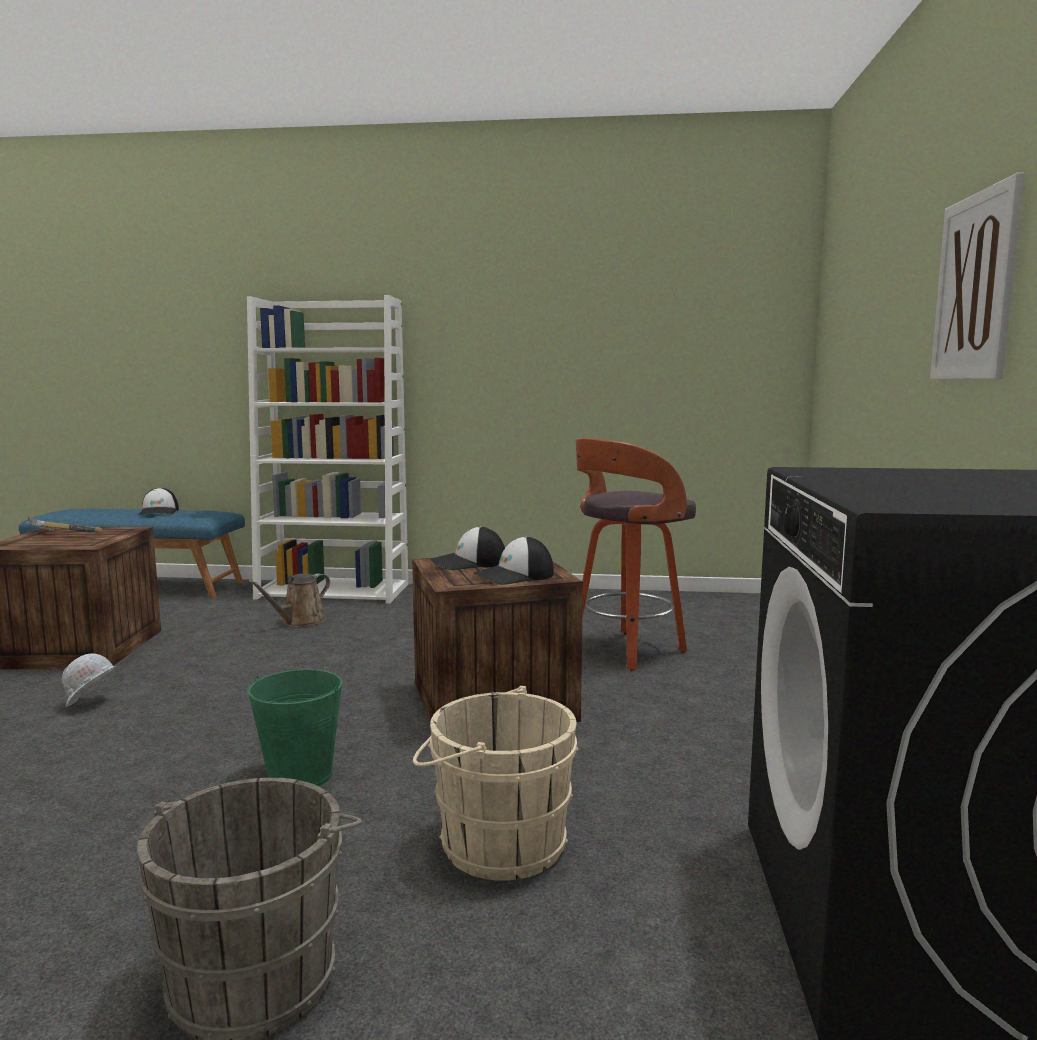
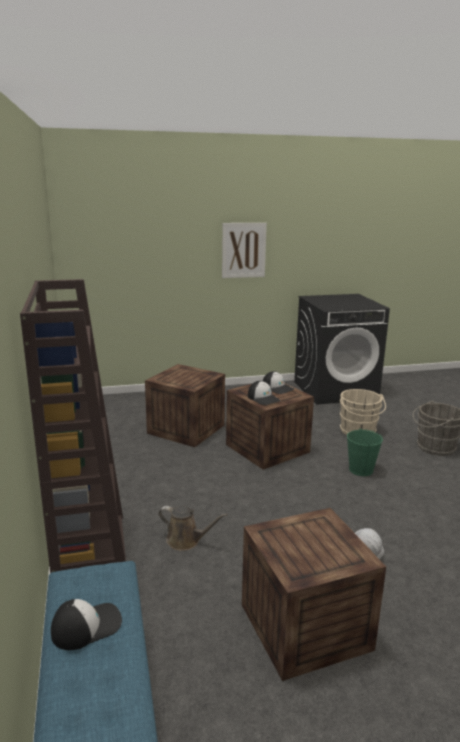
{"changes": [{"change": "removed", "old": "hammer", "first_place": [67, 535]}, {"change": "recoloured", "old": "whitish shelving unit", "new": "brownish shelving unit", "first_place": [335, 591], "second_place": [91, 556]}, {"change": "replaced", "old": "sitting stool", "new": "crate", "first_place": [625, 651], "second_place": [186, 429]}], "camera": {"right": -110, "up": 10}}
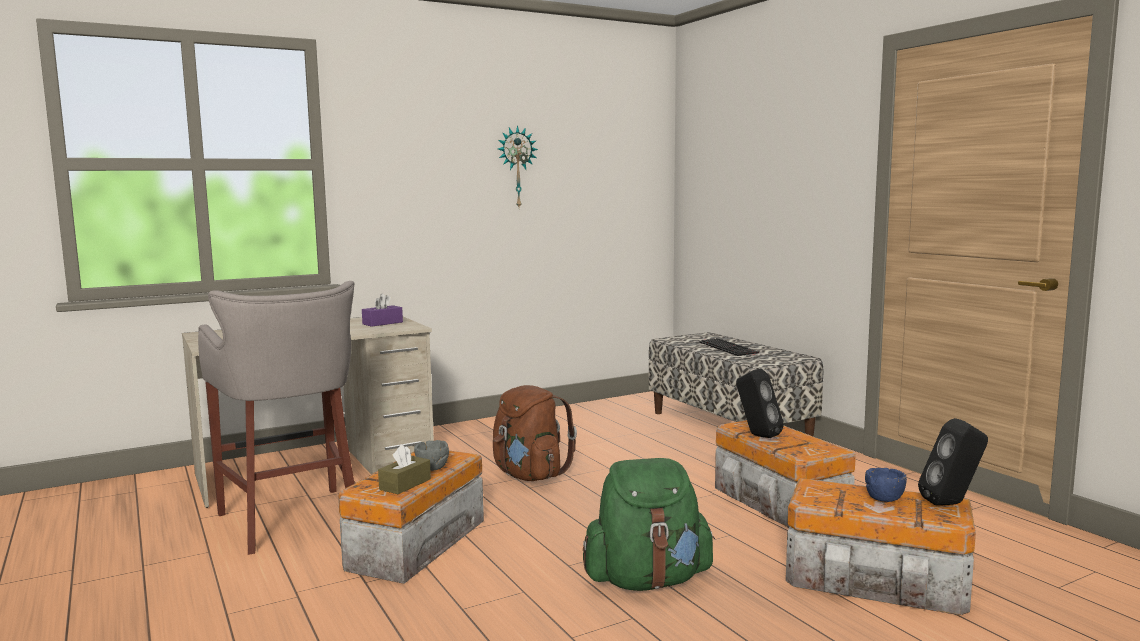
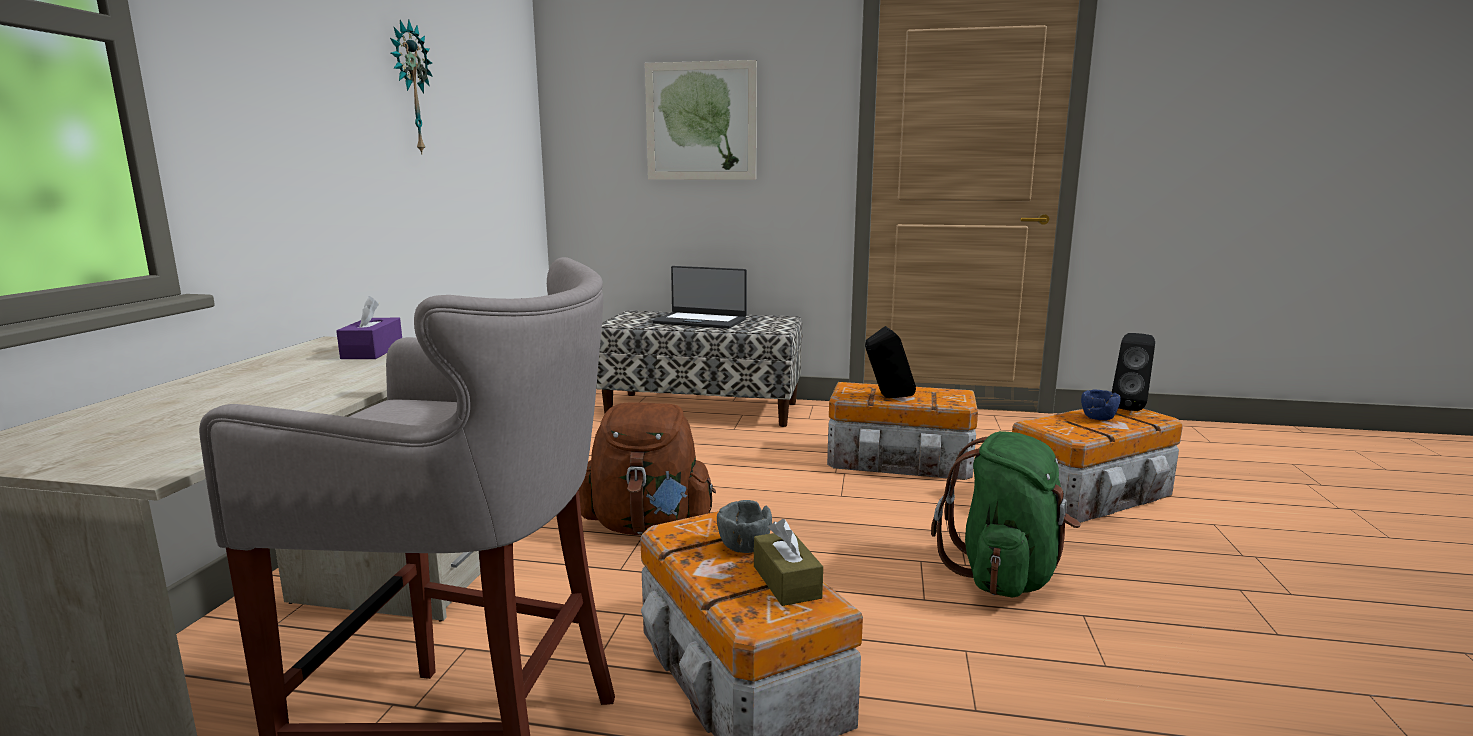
{"changes": [{"change": "replaced", "old": "keyboard", "new": "laptop", "first_place": [729, 348], "second_place": [700, 321]}, {"change": "added", "new": "wall art", "second_place": [701, 121]}], "camera": {"right": -50, "up": 5}}
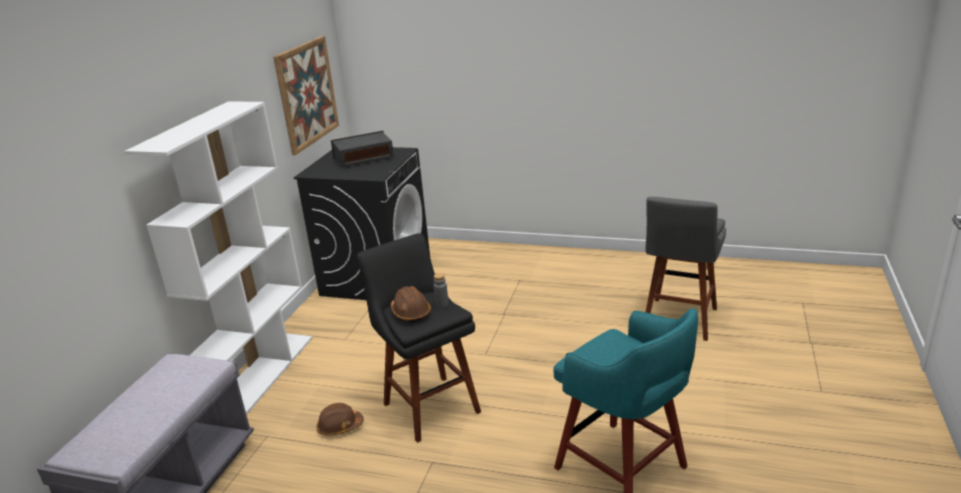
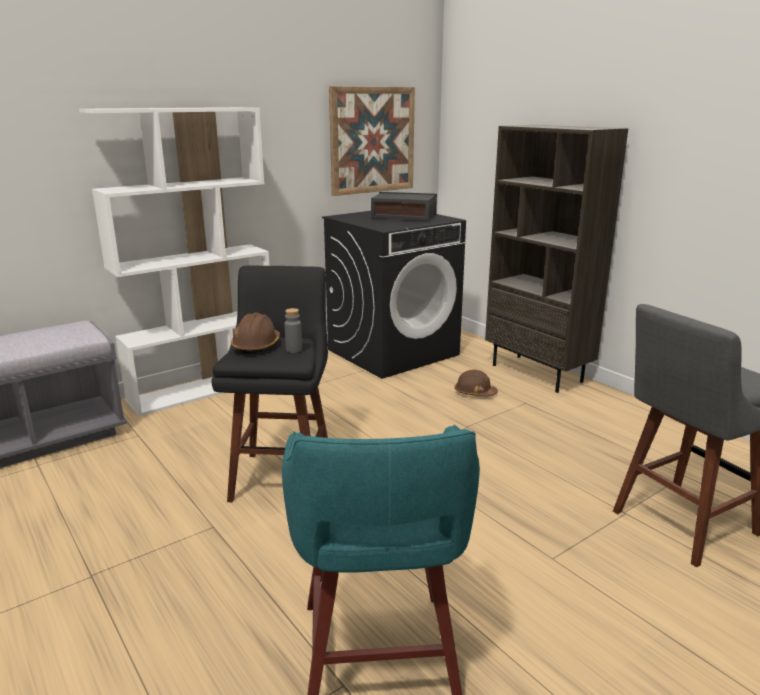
{"changes": [{"change": "moved", "old": "brownish hard hat", "first_place": [340, 427], "second_place": [474, 393]}, {"change": "added", "new": "brownish shelving unit", "second_place": [538, 373]}], "camera": {"right": 35, "up": -5}}
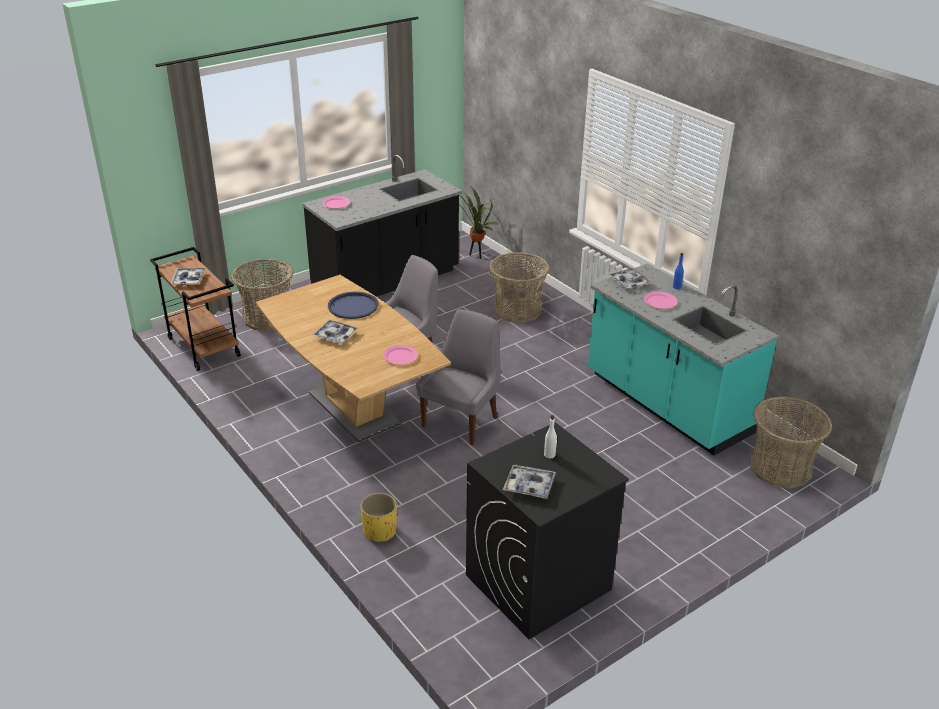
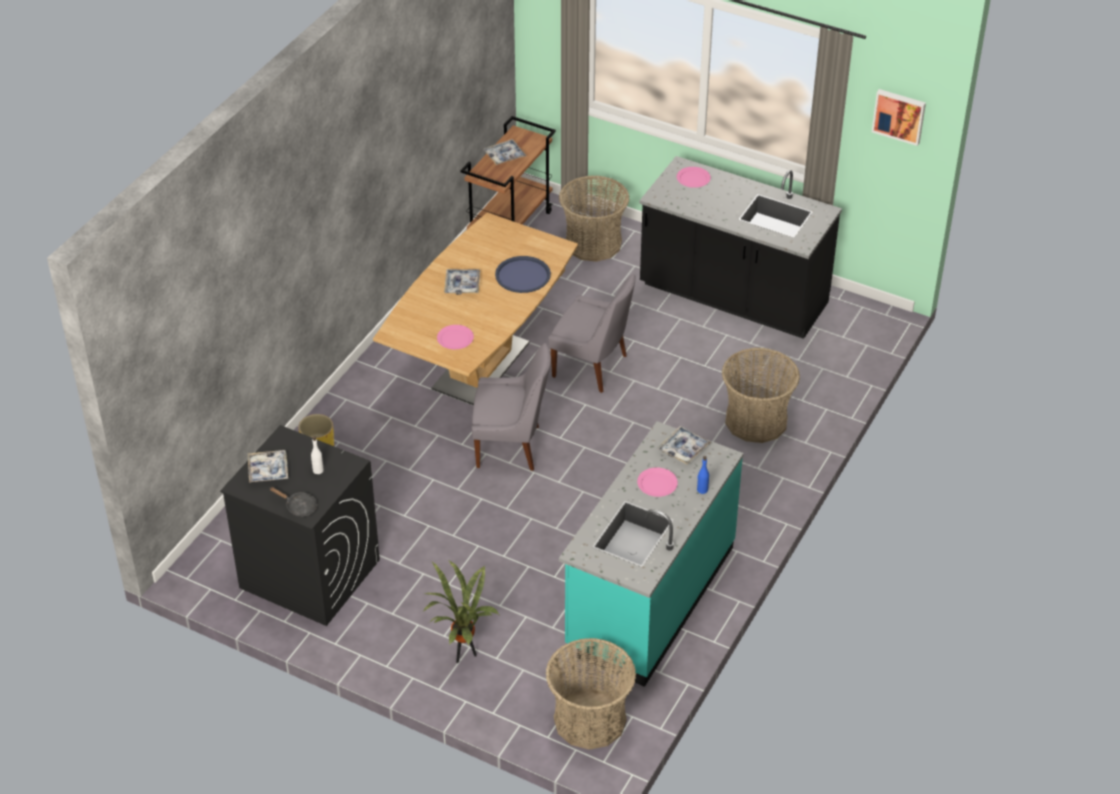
{"changes": [{"change": "moved", "old": "potted plant", "first_place": [477, 256], "second_place": [462, 655]}, {"change": "added", "new": "blackish skillet", "second_place": [298, 507]}, {"change": "added", "new": "wall art", "second_place": [899, 116]}], "camera": {"right": 65, "up": 10}}
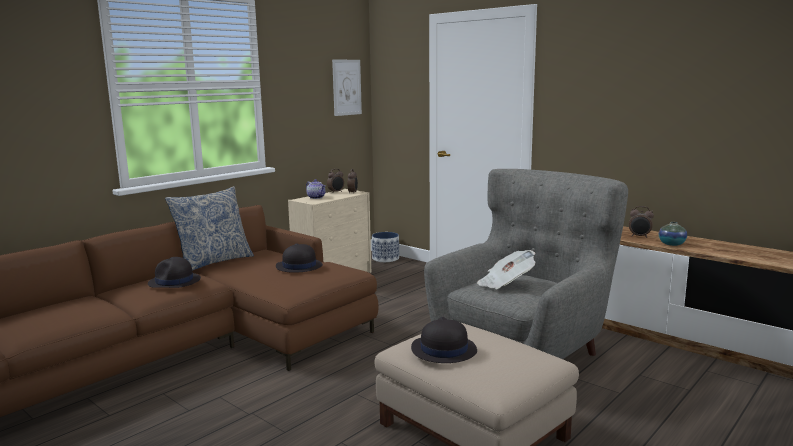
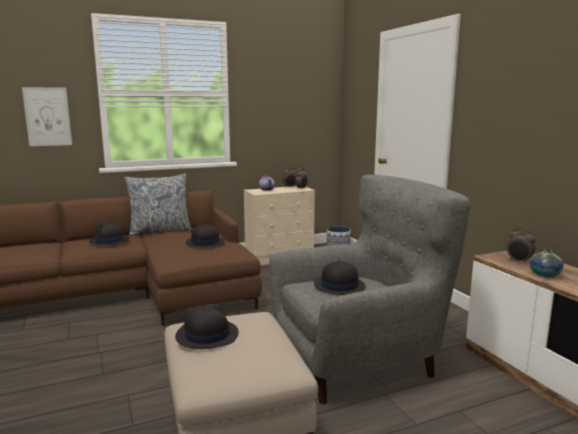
{"changes": [{"change": "moved", "old": "wall art", "first_place": [347, 87], "second_place": [47, 116]}, {"change": "replaced", "old": "printed paper", "new": "blackish hat", "first_place": [505, 284], "second_place": [339, 286]}], "camera": {"right": 25, "up": 0}}
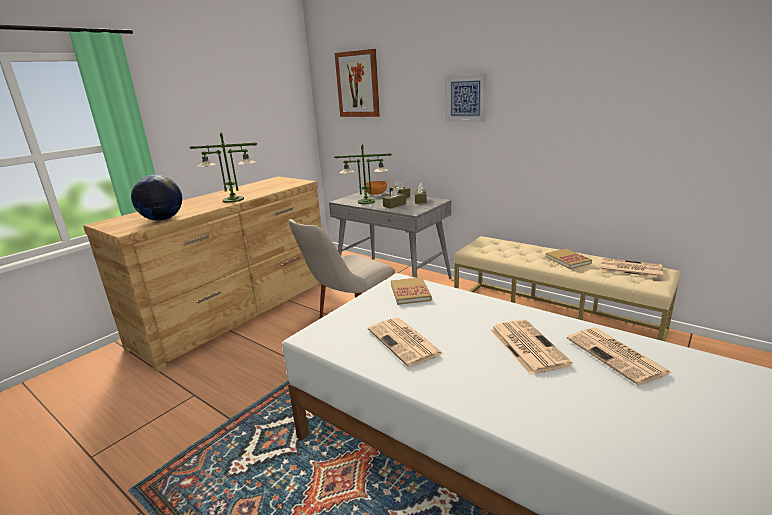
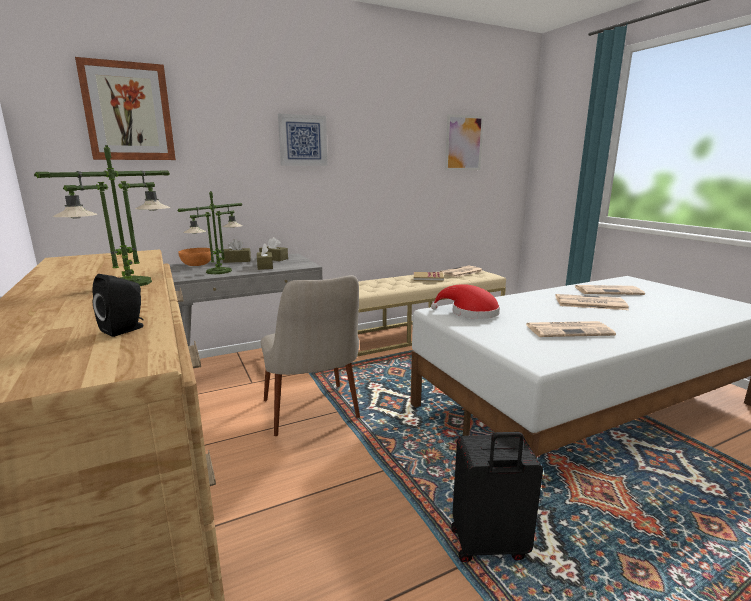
{"changes": [{"change": "replaced", "old": "world globe", "new": "blackish speaker", "first_place": [162, 219], "second_place": [125, 329]}, {"change": "replaced", "old": "book", "new": "reddish hat", "first_place": [410, 292], "second_place": [470, 313]}, {"change": "added", "new": "wall art", "second_place": [464, 143]}, {"change": "added", "new": "blackish suitcase", "second_place": [488, 546]}], "camera": {"right": -65, "up": -5}}
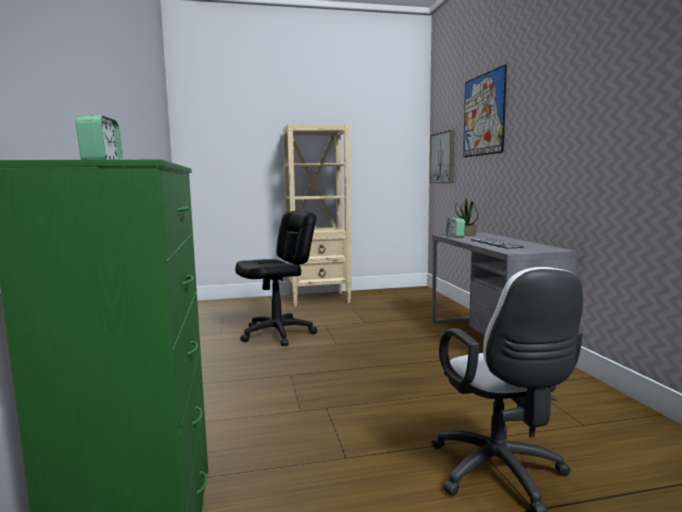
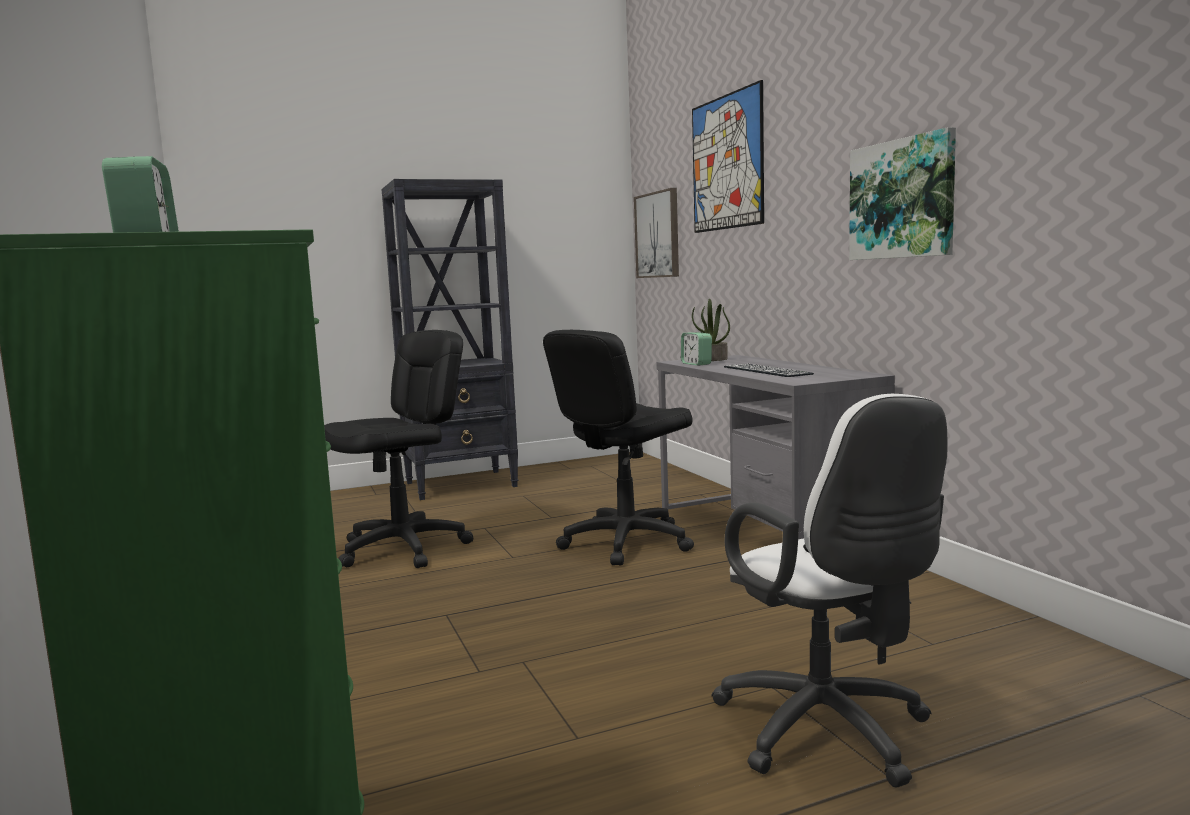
{"changes": [{"change": "recoloured", "old": "beige shelving unit", "new": "blackish shelving unit", "first_place": [319, 299], "second_place": [462, 484]}, {"change": "added", "new": "blackish desk chair", "second_place": [625, 542]}, {"change": "added", "new": "wall art", "second_place": [902, 199]}], "camera": {"right": -10, "up": 0}}
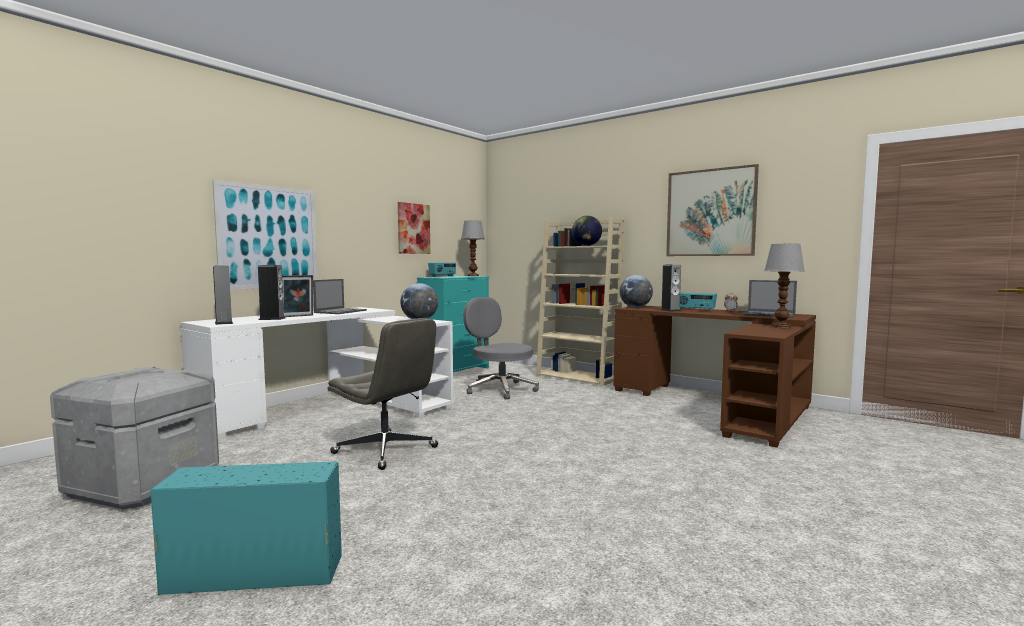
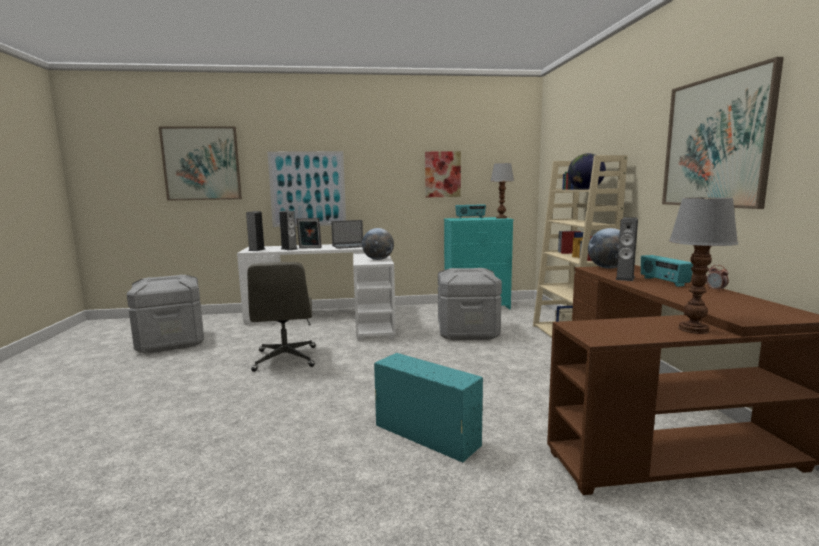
{"changes": [{"change": "moved", "old": "blue-green storage container", "first_place": [252, 574], "second_place": [425, 434]}, {"change": "replaced", "old": "gray desk chair", "new": "gray storage container", "first_place": [500, 389], "second_place": [468, 332]}, {"change": "removed", "old": "laptop", "first_place": [770, 314]}, {"change": "added", "new": "wall art", "second_place": [201, 163]}], "camera": {"right": 45, "up": 5}}
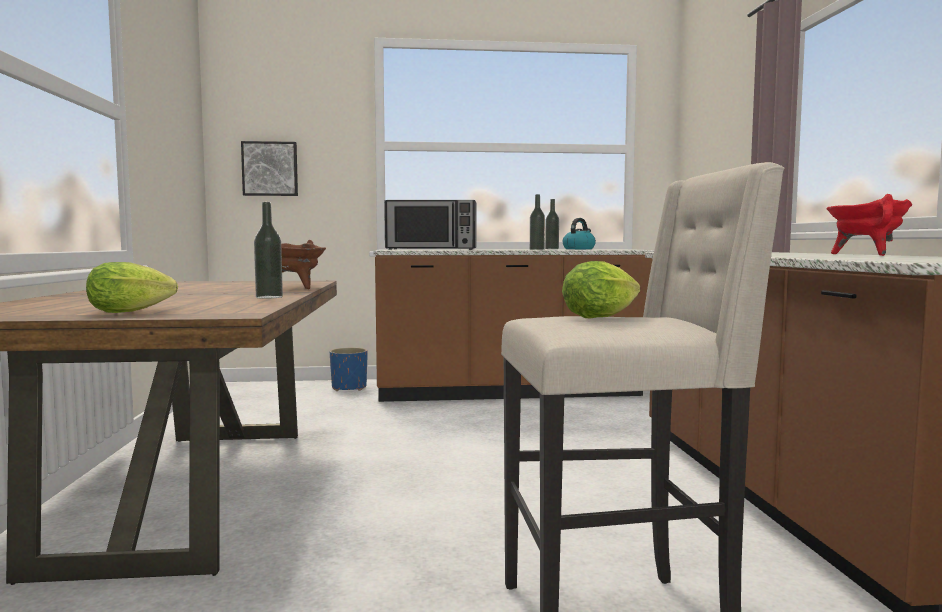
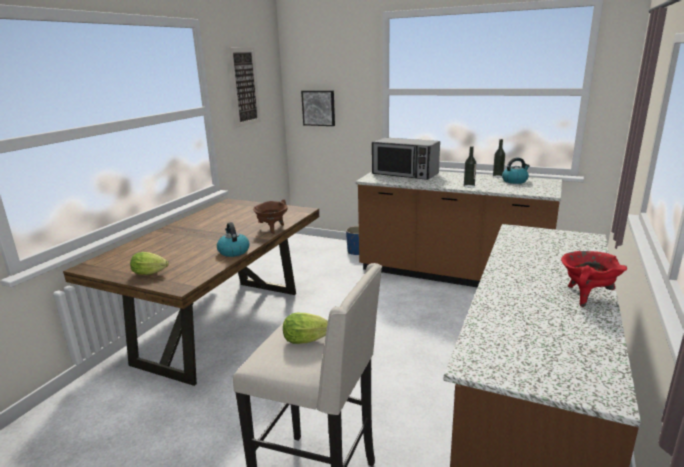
{"changes": [{"change": "replaced", "old": "drink bottle", "new": "tea kettle", "first_place": [269, 297], "second_place": [233, 251]}, {"change": "added", "new": "wall art", "second_place": [245, 87]}], "camera": {"right": 30, "up": 15}}
